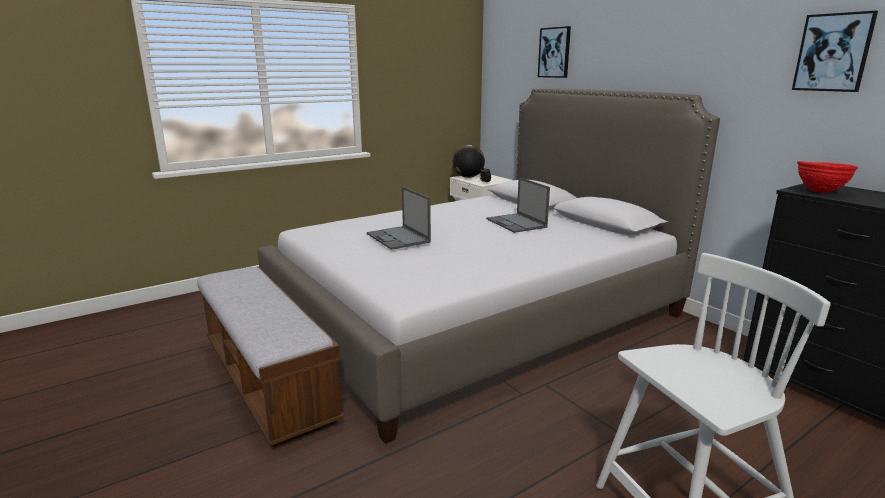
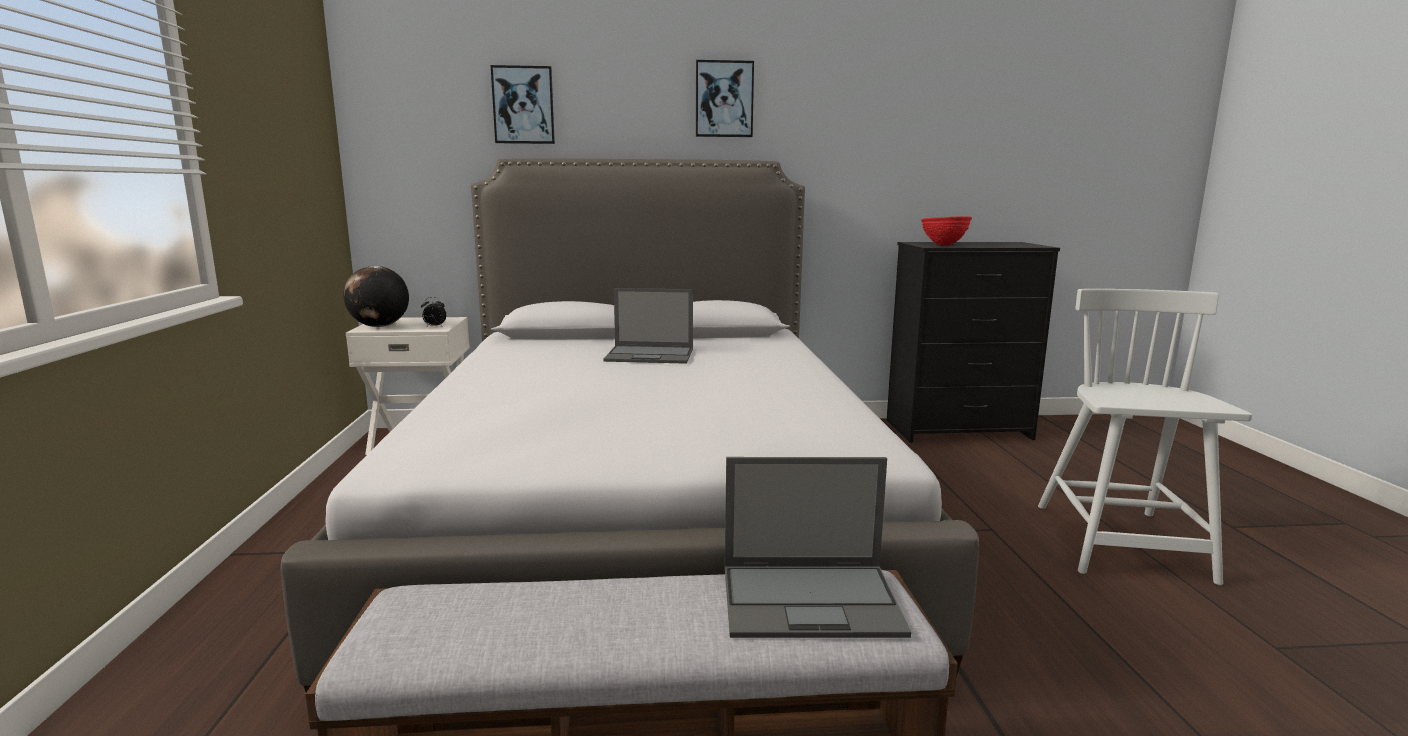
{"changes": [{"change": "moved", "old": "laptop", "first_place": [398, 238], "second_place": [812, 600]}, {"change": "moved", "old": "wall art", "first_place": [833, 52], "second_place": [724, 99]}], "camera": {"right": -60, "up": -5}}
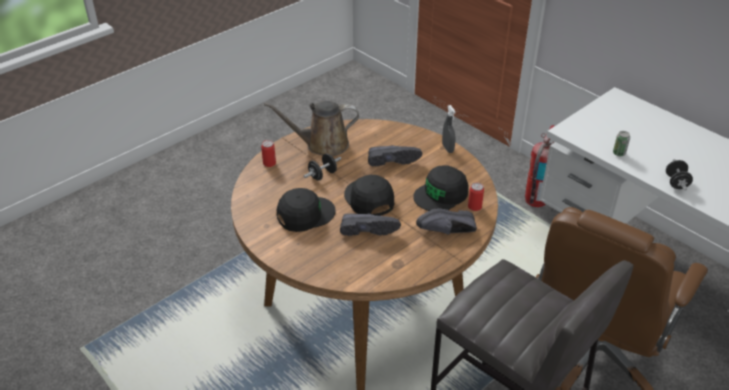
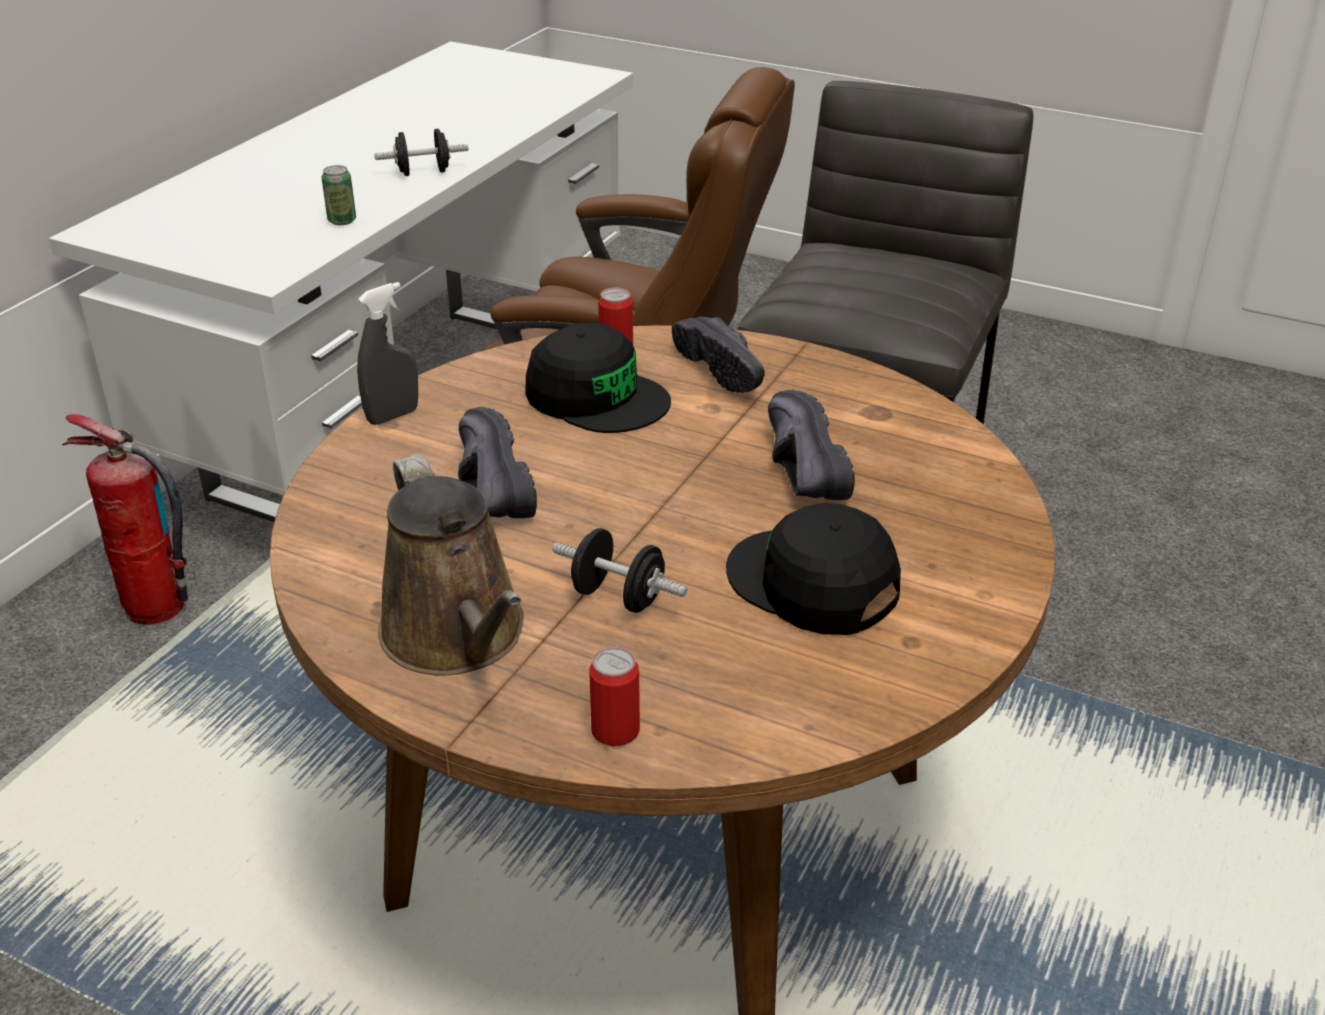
{"changes": [{"change": "removed", "old": "blackish baseball cap", "first_place": [369, 199]}], "camera": {"right": -110, "up": -5}}
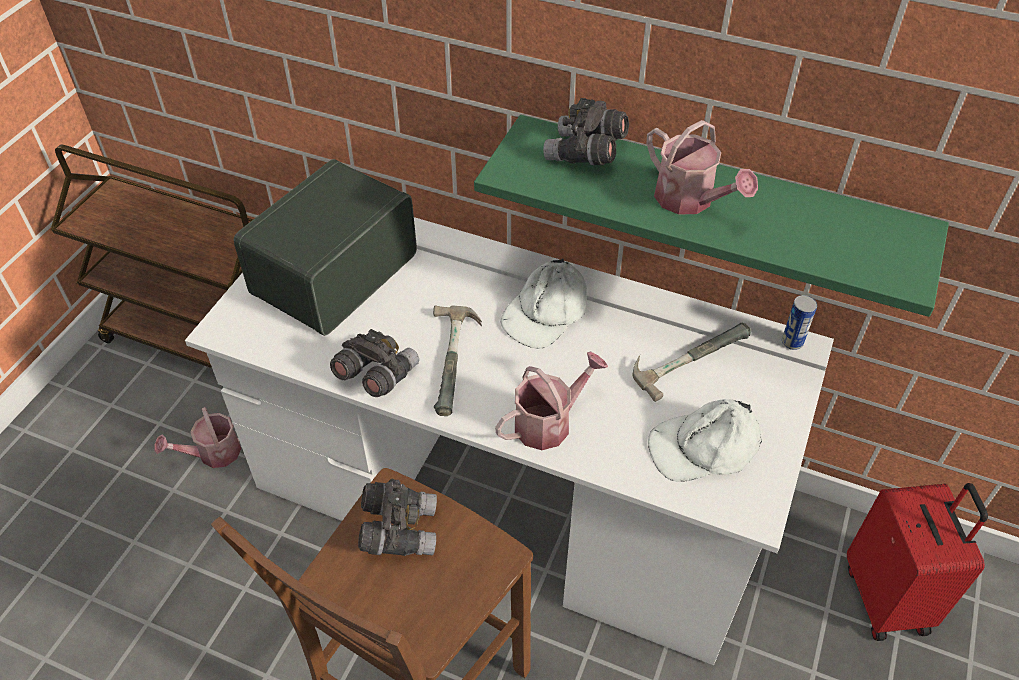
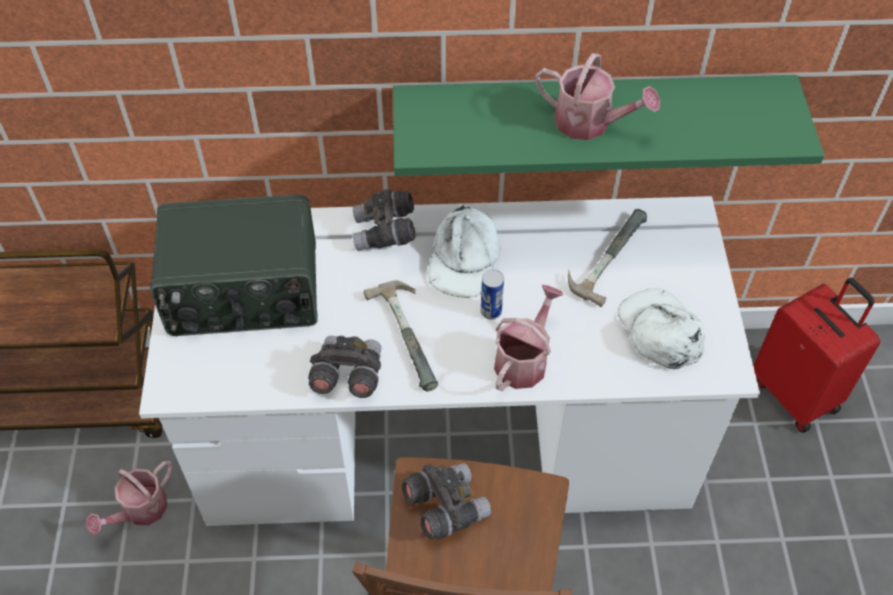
{"changes": [{"change": "turned", "old": "radio receiver", "first_place": [333, 273], "second_place": [244, 293], "degrees": -105}, {"change": "moved", "old": "gray field glasses", "first_place": [585, 154], "second_place": [385, 233]}, {"change": "turned", "old": "whitish baseball cap", "first_place": [704, 447], "second_place": [660, 331], "degrees": 105}, {"change": "moved", "old": "can", "first_place": [792, 342], "second_place": [491, 311]}], "camera": {"right": -25, "up": 5}}
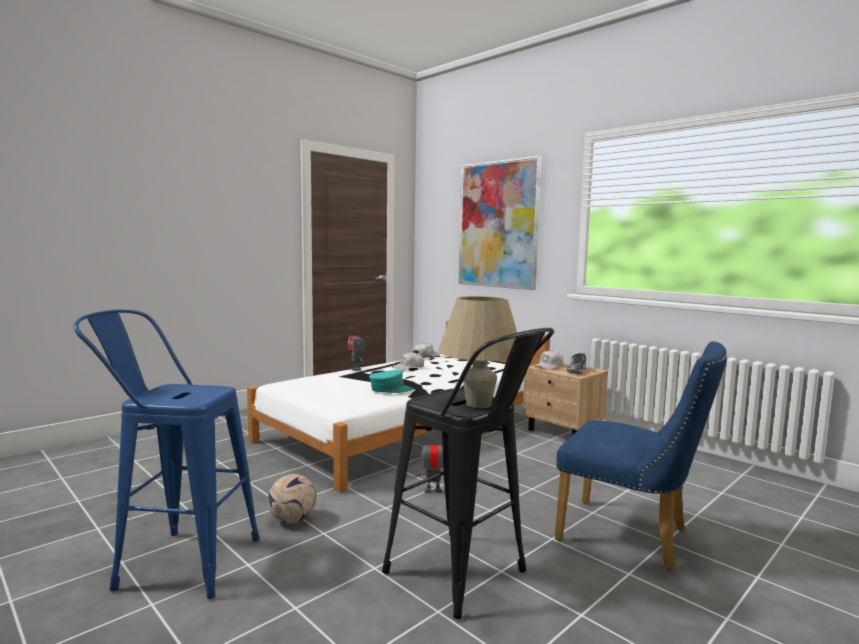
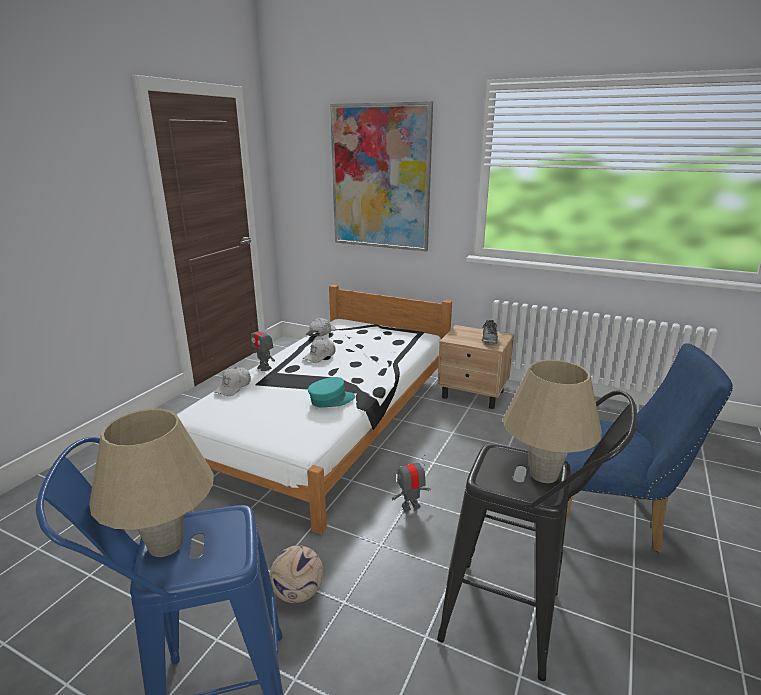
{"changes": [{"change": "moved", "old": "whitish baseball cap", "first_place": [549, 366], "second_place": [234, 387]}, {"change": "added", "new": "beige tabletop lamp", "second_place": [166, 544]}], "camera": {"right": -20, "up": 15}}
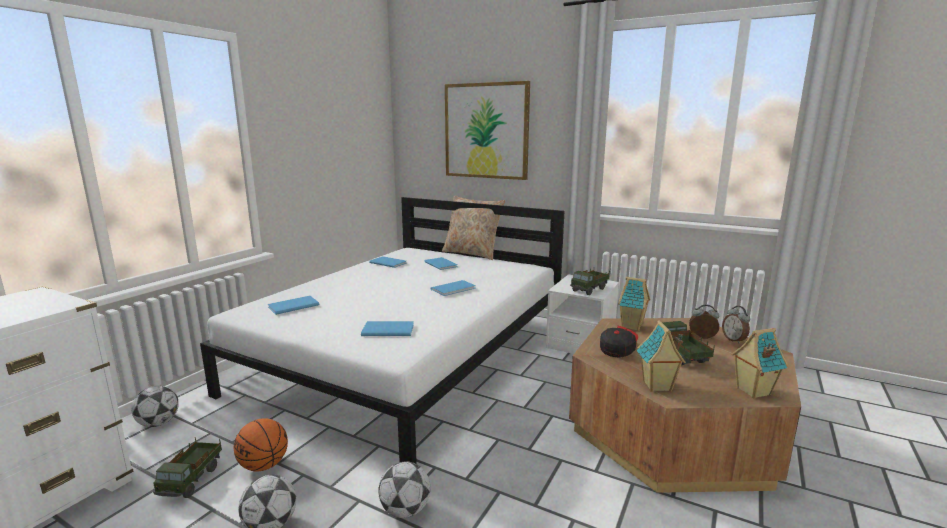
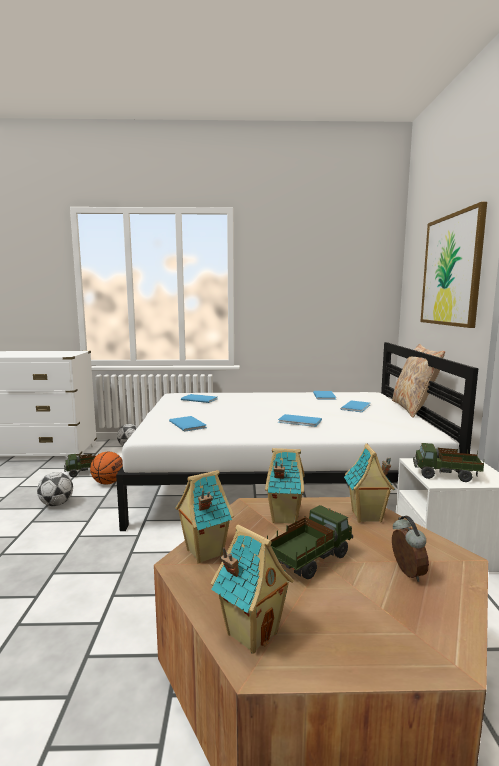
{"changes": [{"change": "removed", "old": "ball for football", "first_place": [405, 510]}, {"change": "replaced", "old": "baseball cap", "new": "model house", "first_place": [618, 348], "second_place": [283, 517]}, {"change": "removed", "old": "table clock", "first_place": [734, 340]}], "camera": {"right": 60, "up": -5}}
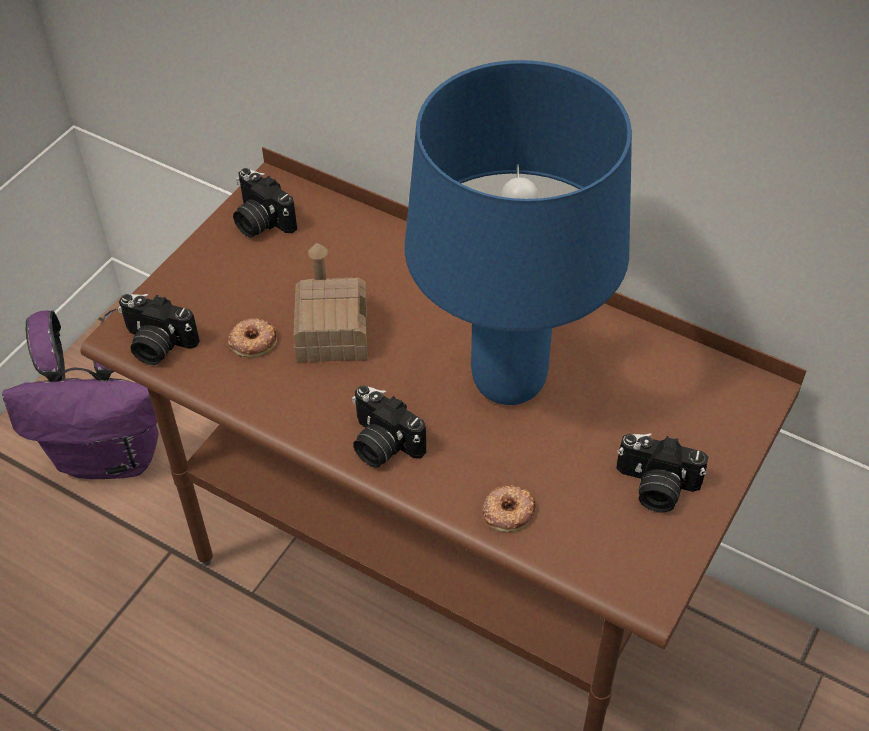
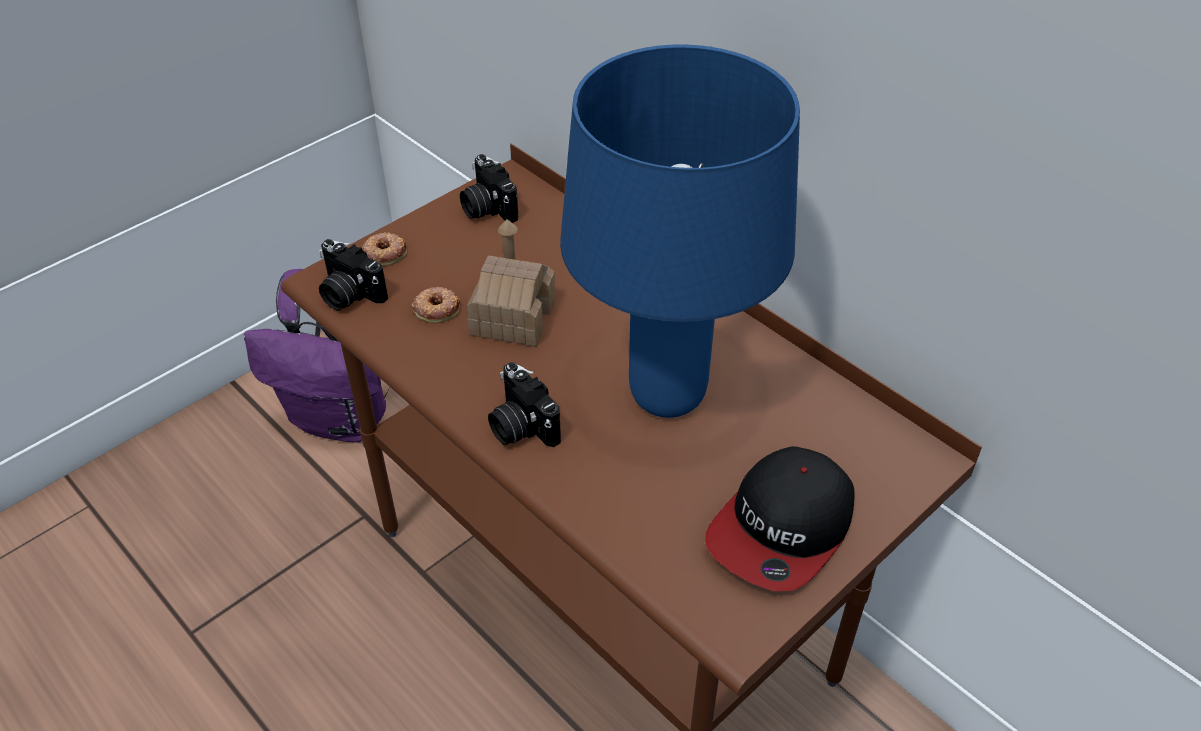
{"changes": [{"change": "moved", "old": "donut", "first_place": [508, 511], "second_place": [384, 253]}, {"change": "replaced", "old": "still camera", "new": "baseball cap", "first_place": [655, 487], "second_place": [782, 529]}], "camera": {"right": 15, "up": -5}}
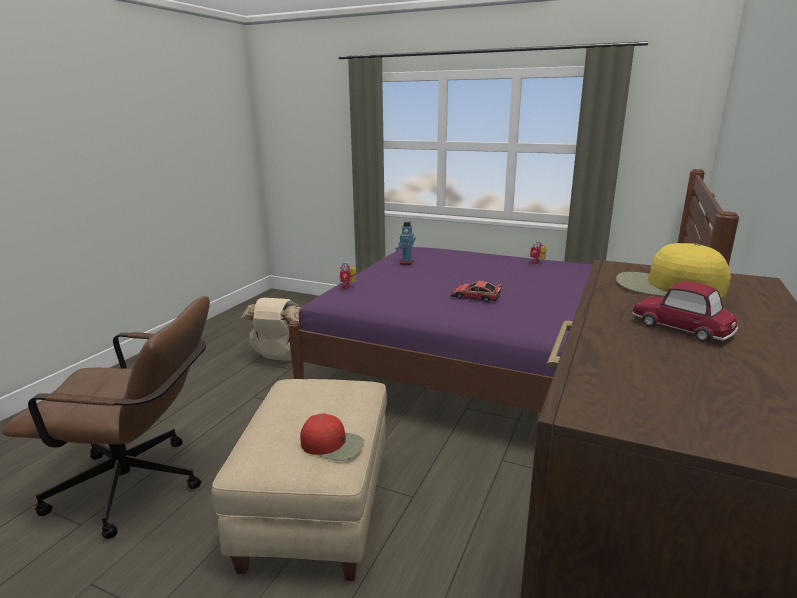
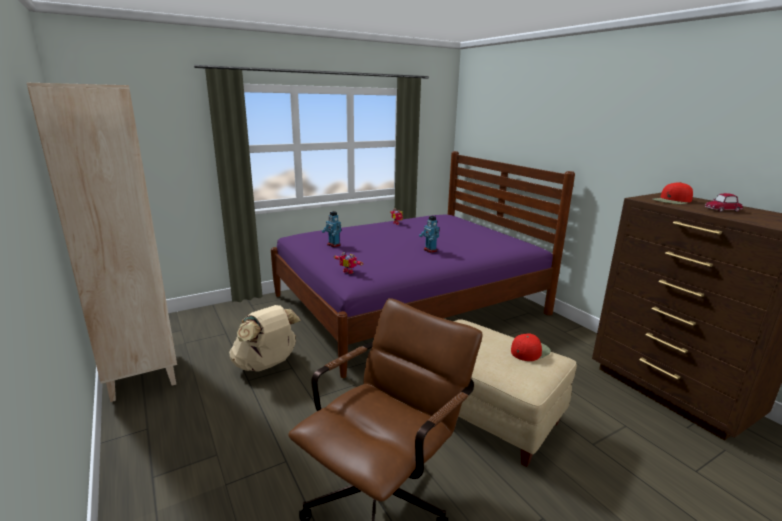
{"changes": [{"change": "replaced", "old": "toy car", "new": "model robot", "first_place": [475, 297], "second_place": [430, 250]}, {"change": "recoloured", "old": "yellowish baseball cap", "new": "reddish baseball cap", "first_place": [667, 286], "second_place": [672, 201]}, {"change": "added", "new": "beige shelving unit", "second_place": [141, 374]}], "camera": {"right": -55, "up": 0}}
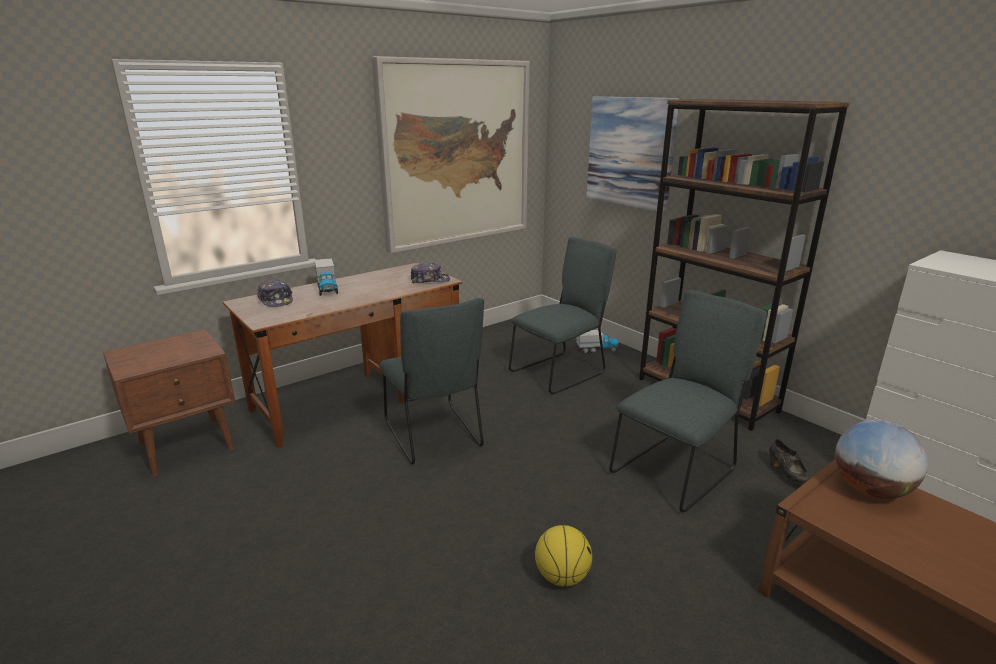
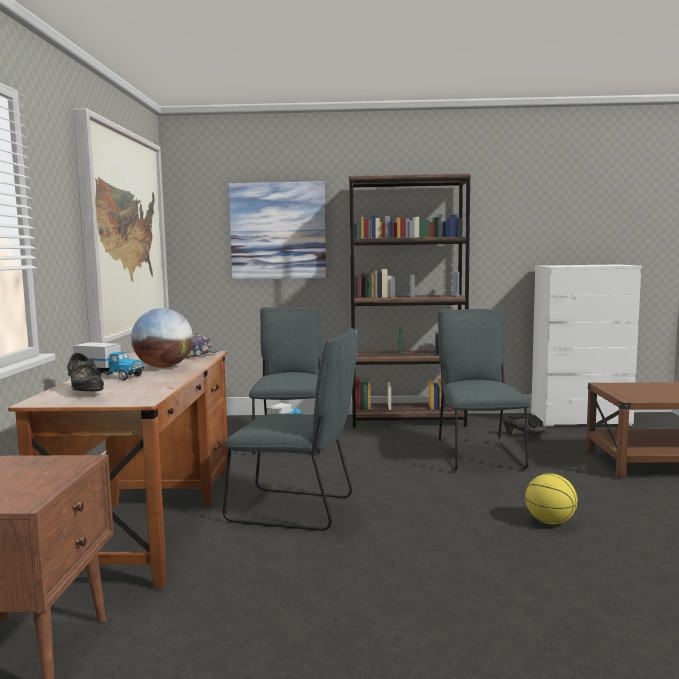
{"changes": [{"change": "replaced", "old": "baseball cap", "new": "blackish item of footwear", "first_place": [276, 300], "second_place": [85, 391]}, {"change": "moved", "old": "world globe", "first_place": [870, 490], "second_place": [164, 367]}], "camera": {"right": -50, "up": -15}}
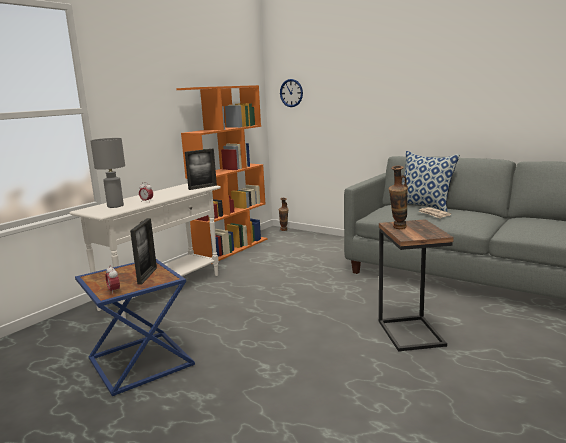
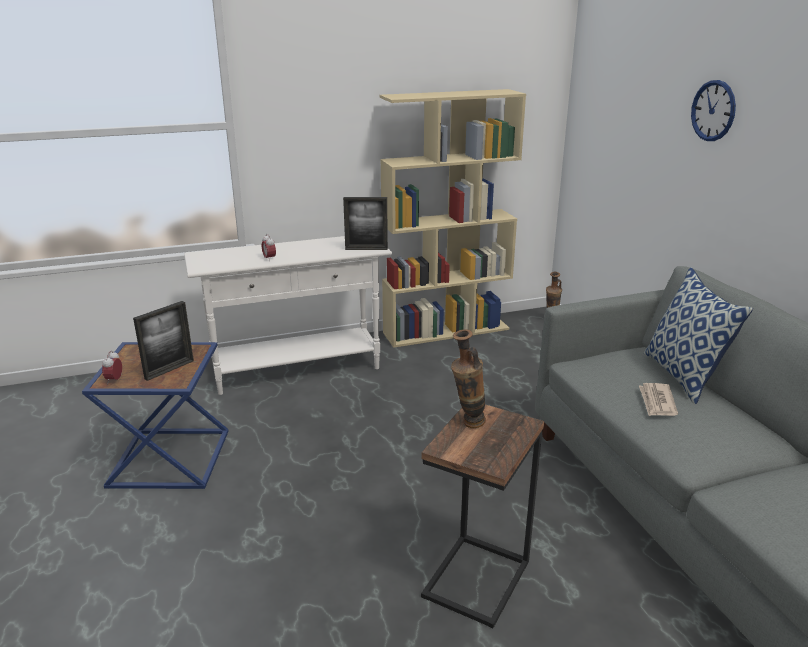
{"changes": [{"change": "removed", "old": "gray tabletop lamp", "first_place": [115, 206]}, {"change": "recoloured", "old": "orange shelving unit", "new": "beige shelving unit", "first_place": [232, 249], "second_place": [446, 330]}, {"change": "moved", "old": "wall clock", "first_place": [291, 93], "second_place": [713, 111]}], "camera": {"right": 35, "up": 10}}
